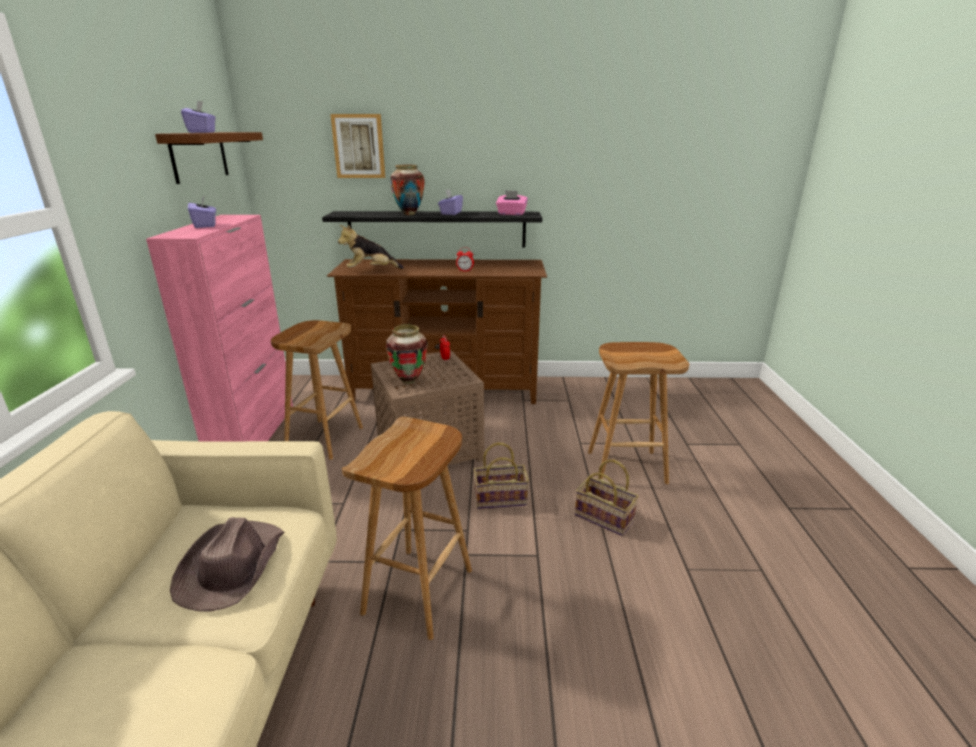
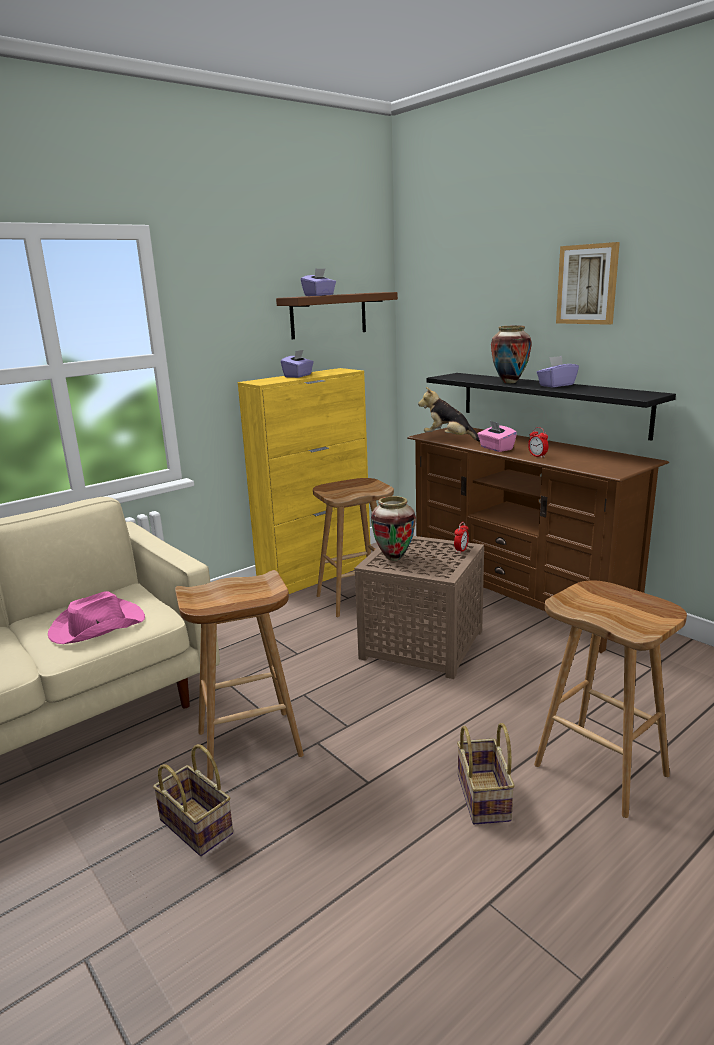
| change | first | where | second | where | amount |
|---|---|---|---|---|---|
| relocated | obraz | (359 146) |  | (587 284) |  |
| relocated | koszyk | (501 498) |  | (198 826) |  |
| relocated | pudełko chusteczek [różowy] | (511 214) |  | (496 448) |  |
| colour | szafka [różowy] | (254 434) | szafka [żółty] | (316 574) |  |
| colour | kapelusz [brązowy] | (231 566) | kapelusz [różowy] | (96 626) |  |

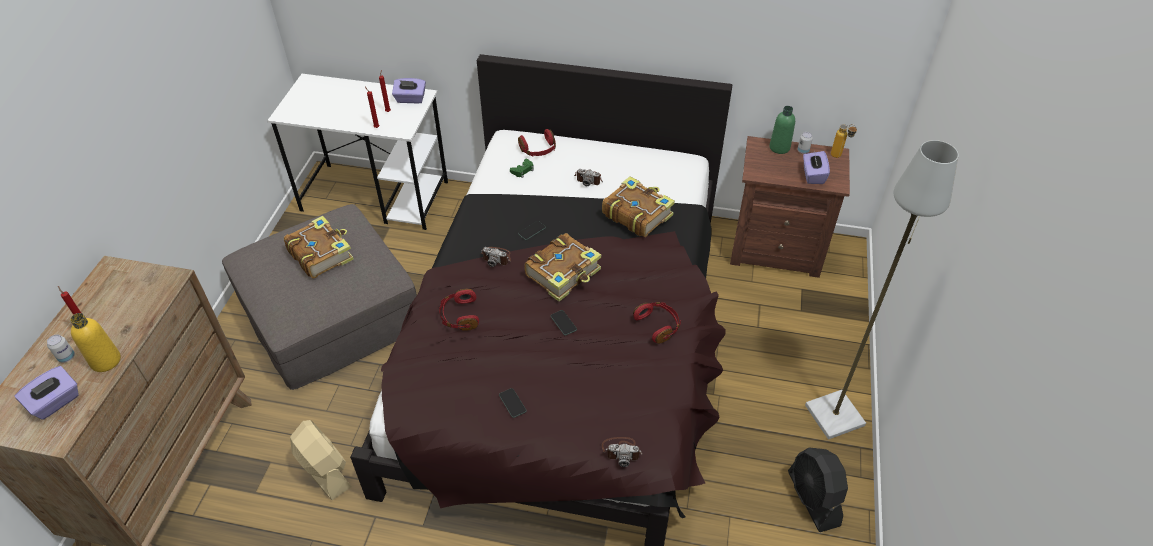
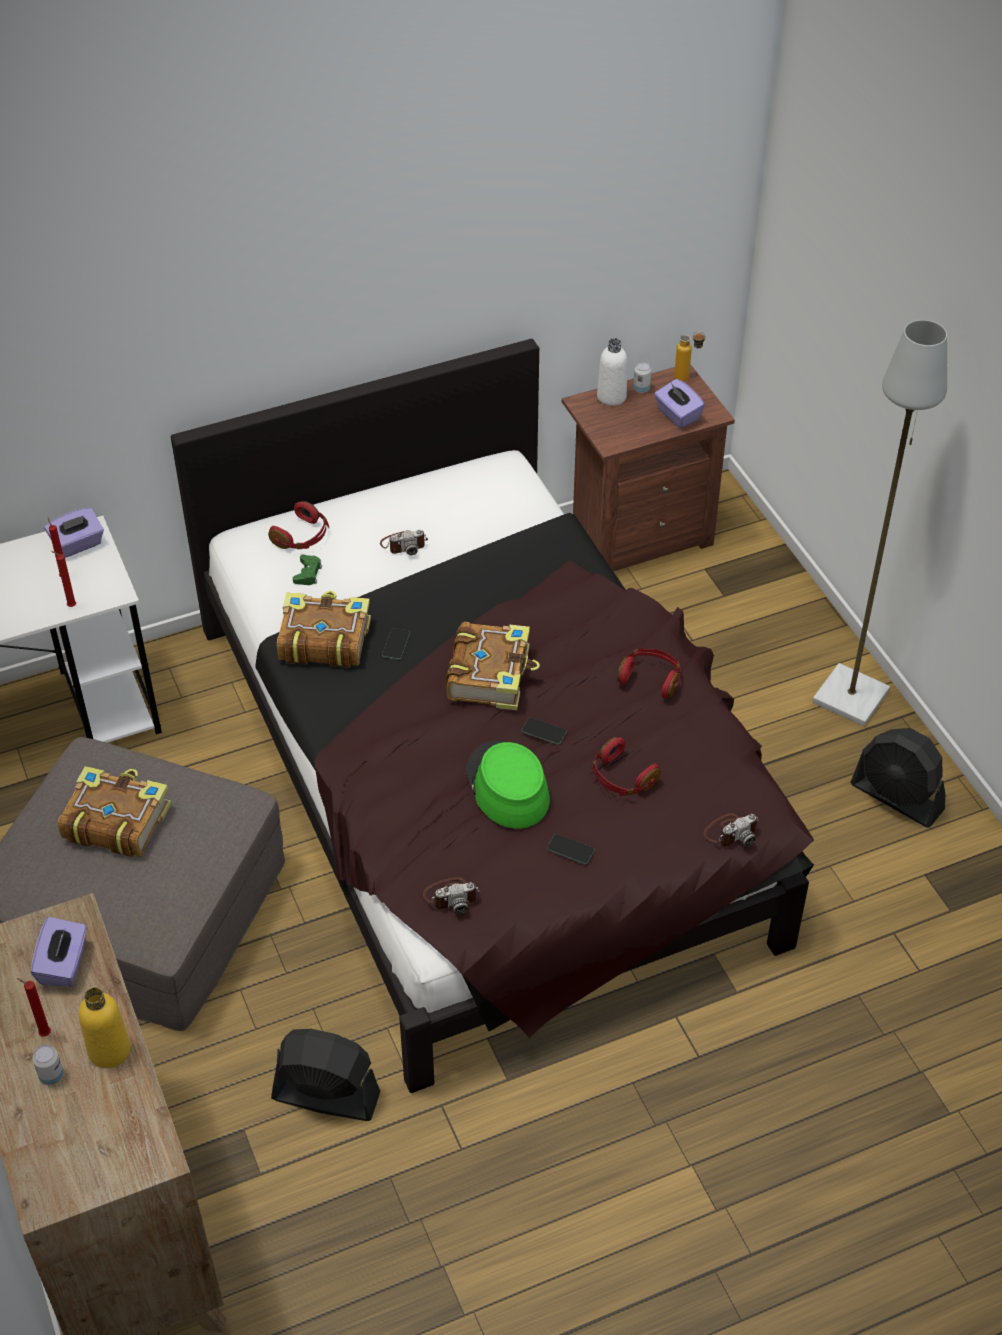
| change | first | where | second | where | amount |
|---|---|---|---|---|---|
| appeared |  |  | kapelusz [zielony] | (507 786) |  |
| relocated | pudełko chusteczek [fioletowy] | (56 402) |  | (64 965) |  |
| relocated | słuchawki [czerwony] | (459 316) |  | (621 778) |  |
| relocated | aparat fotograficzny | (496 257) |  | (451 896) |  |
| relocated | książka | (636 214) |  | (323 640) |  |
| colour | wentylator [beżowy] | (324 470) | wentylator [czarny] | (325 1095) |  |
| colour | butelka [zielony] | (779 147) | butelka [biały] | (611 397) |  |

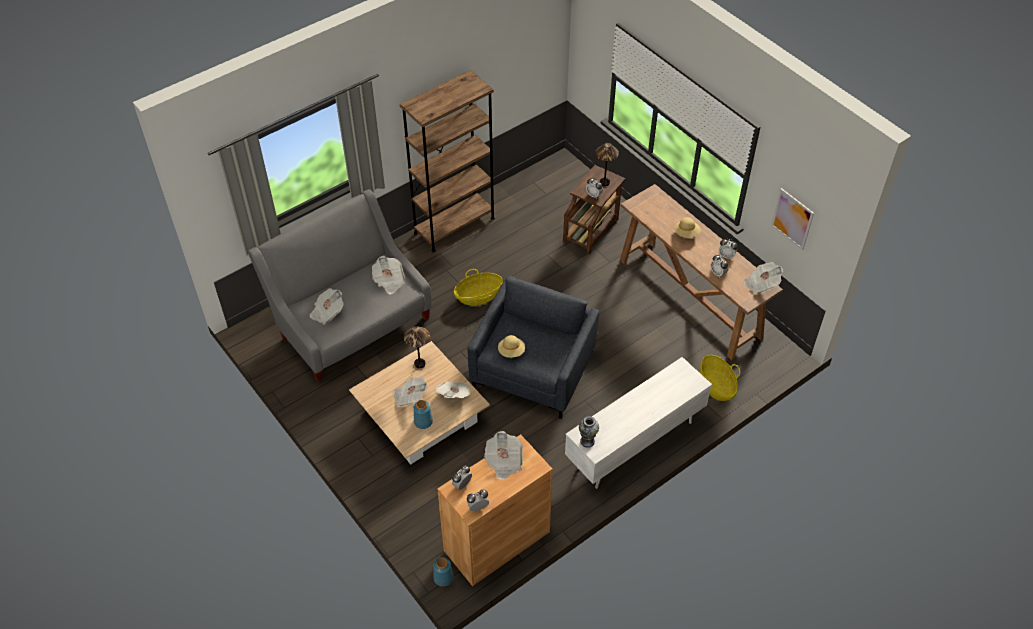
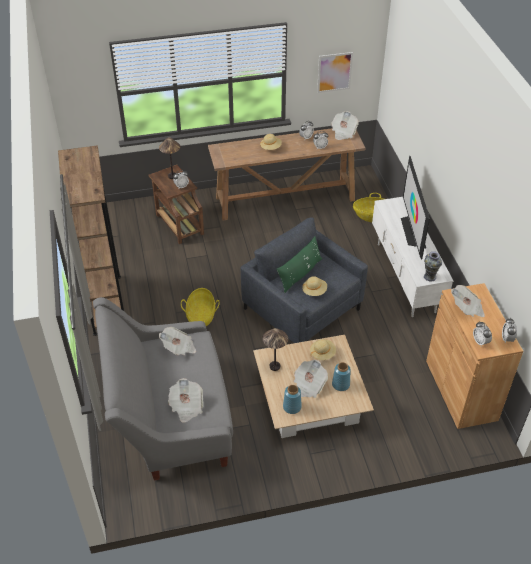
| change | first | where | second | where | amount |
|---|---|---|---|---|---|
| appeared |  |  | poduszka [zielony] | (300 274) |  |
| appeared |  |  | telewizor | (412 231) |  |
| relocated | wazon [niebieski] | (443 578) |  | (292 407) |  |
| exchanged | gazeta | (454 395) | kapelusz [beżowy] | (322 353) |  |

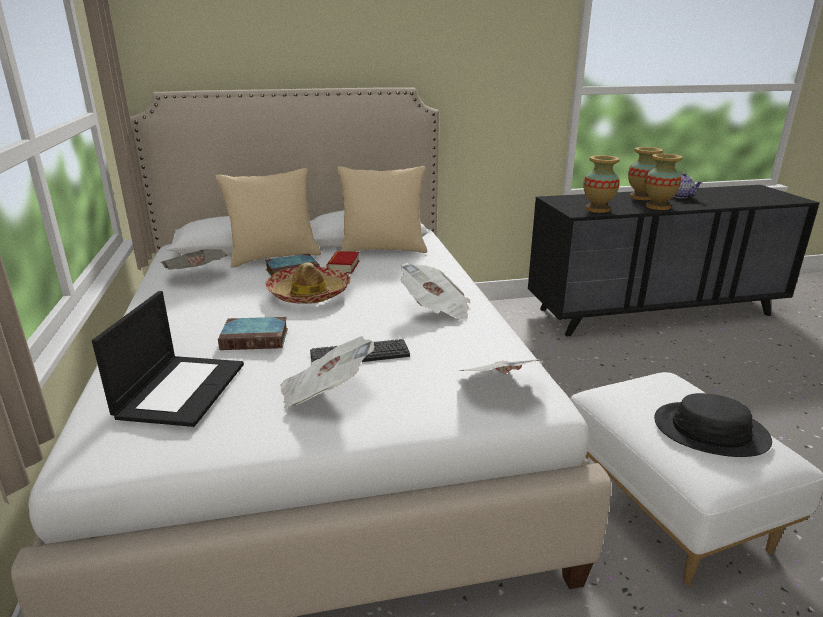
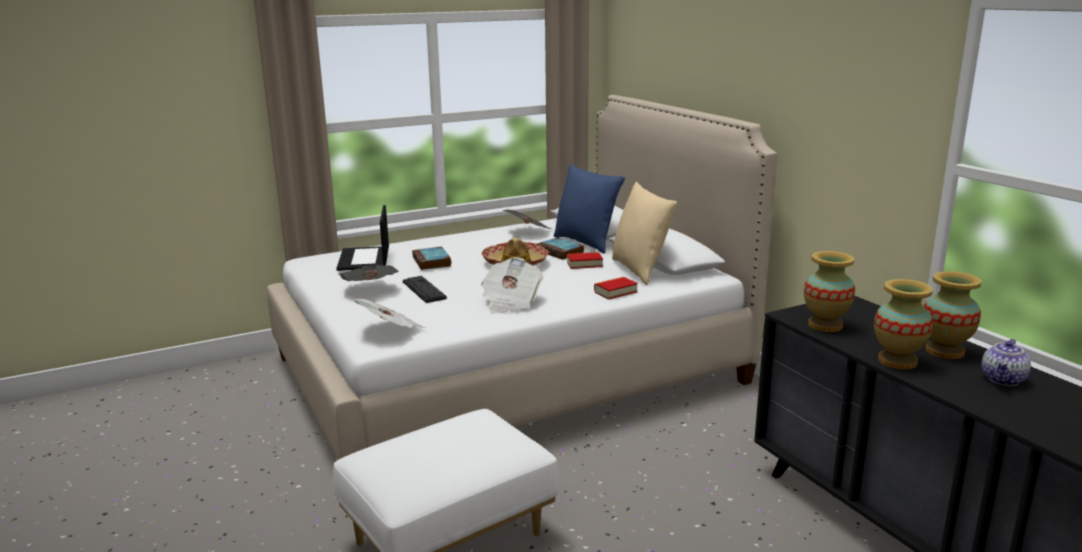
| change | first | where | second | where | amount |
|---|---|---|---|---|---|
| missing | kapelusz [czarny] | (710 431) |  |  |  |
| appeared |  |  | książka | (615 292) |  |
| colour | poduszka [beżowy] | (274 257) | poduszka [niebieski] | (586 243) |  |
| spun | laptop | (181 389) |  | (364 259) | 90 degrees clockwise |

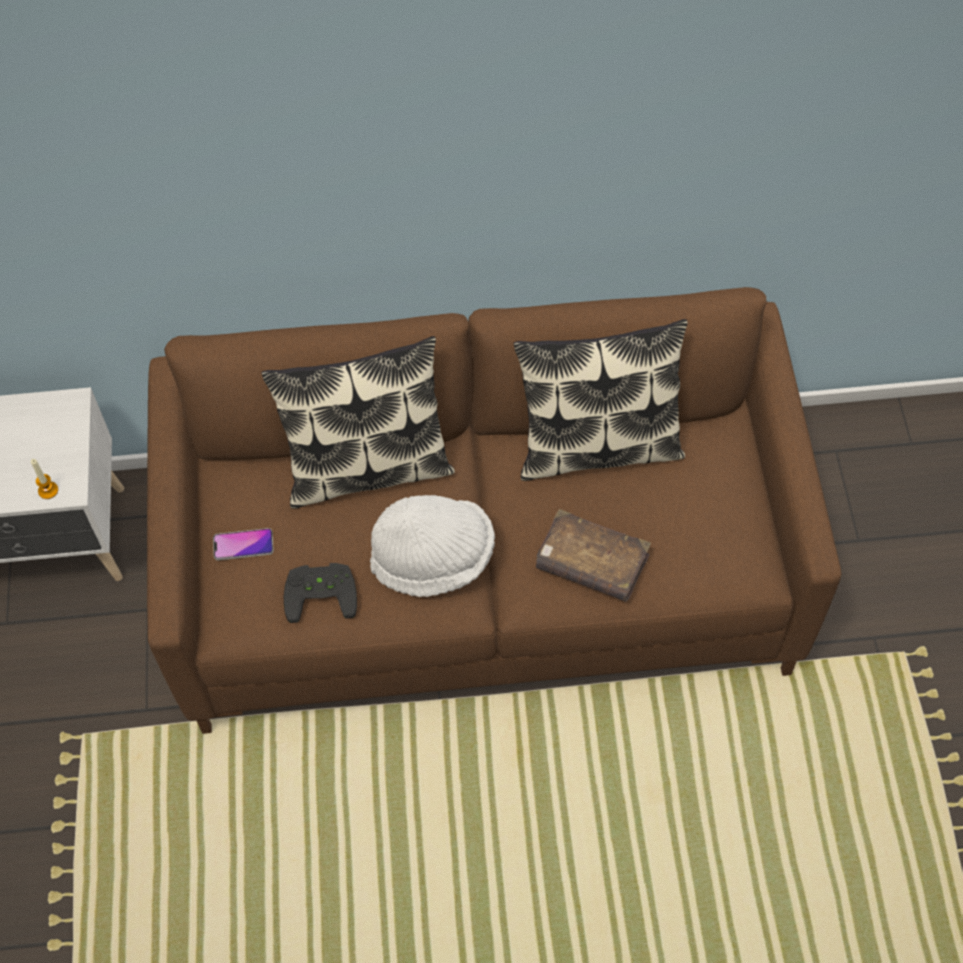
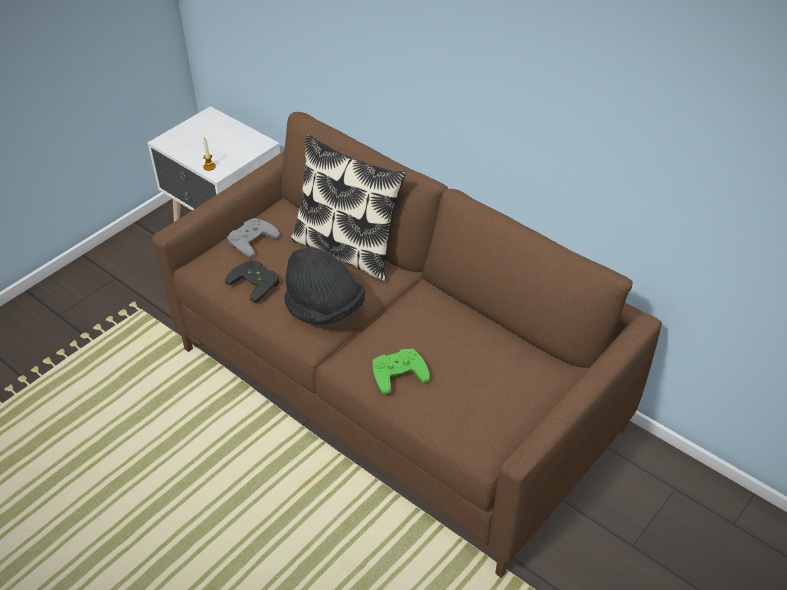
| change | first | where | second | where | amount |
|---|---|---|---|---|---|
| missing | poduszka | (597 445) |  |  |  |
| exchanged | telefon | (243 545) | pad do gier [szary] | (250 239) |  |
| exchanged | książka [brązowy] | (591 563) | pad do gier [zielony] | (398 371) |  |
| colour | kapelusz [biały] | (433 559) | kapelusz [czarny] | (324 308) |  |

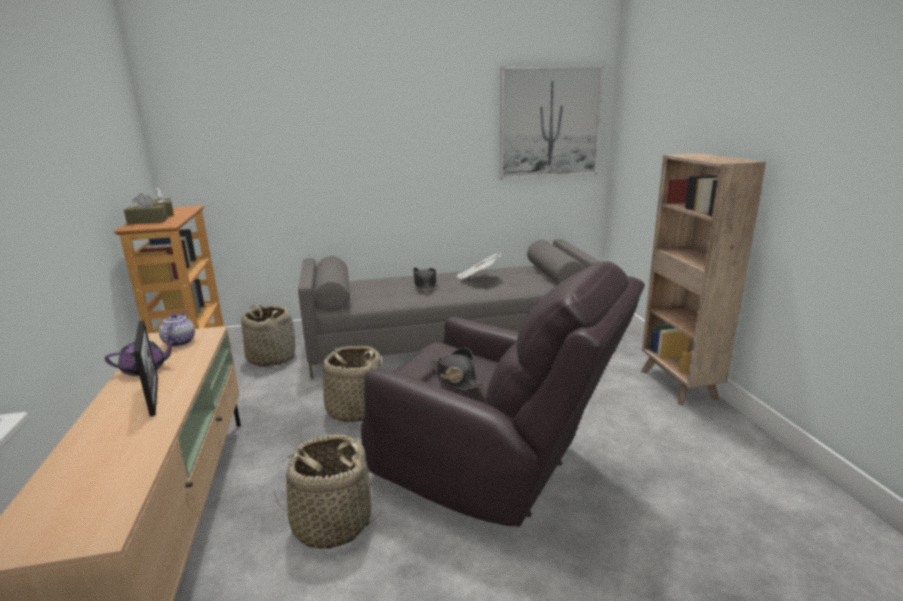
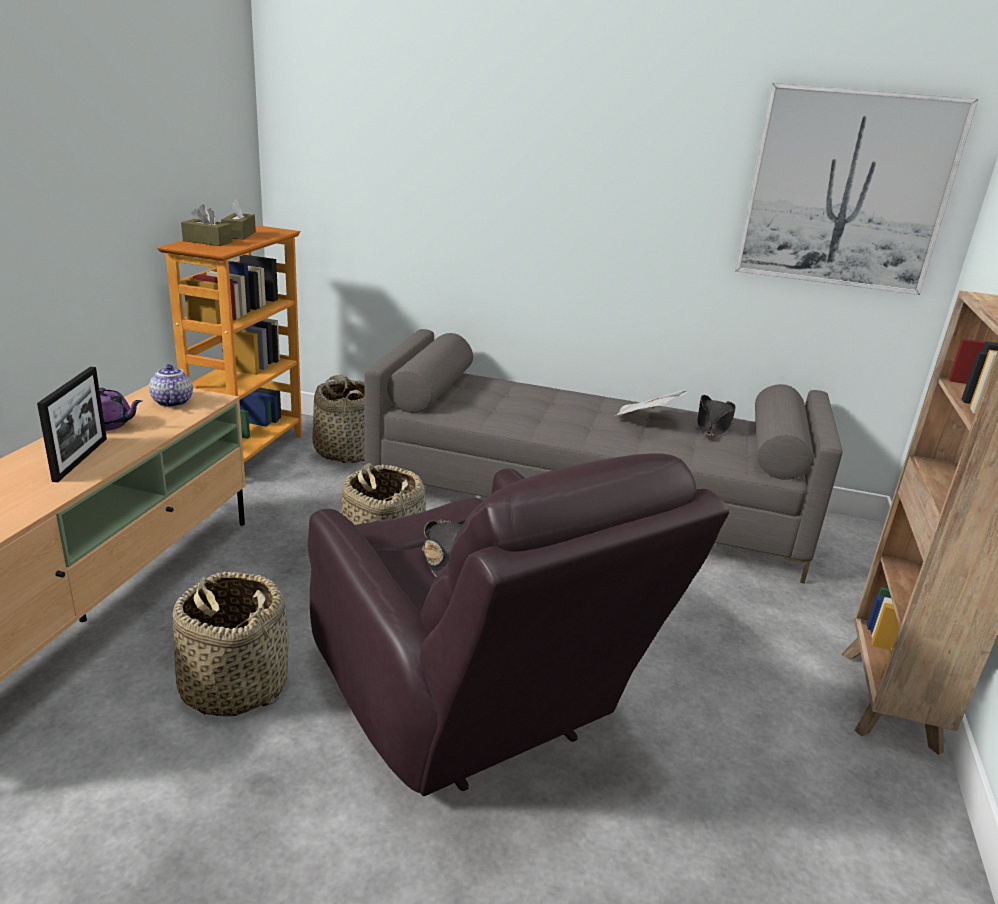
| change | first | where | second | where | amount |
|---|---|---|---|---|---|
| relocated | kapelusz [czarny] | (425 285) |  | (713 425) |  |
| spun | imbryk | (179 342) |  | (172 402) | 45 degrees counterclockwise |

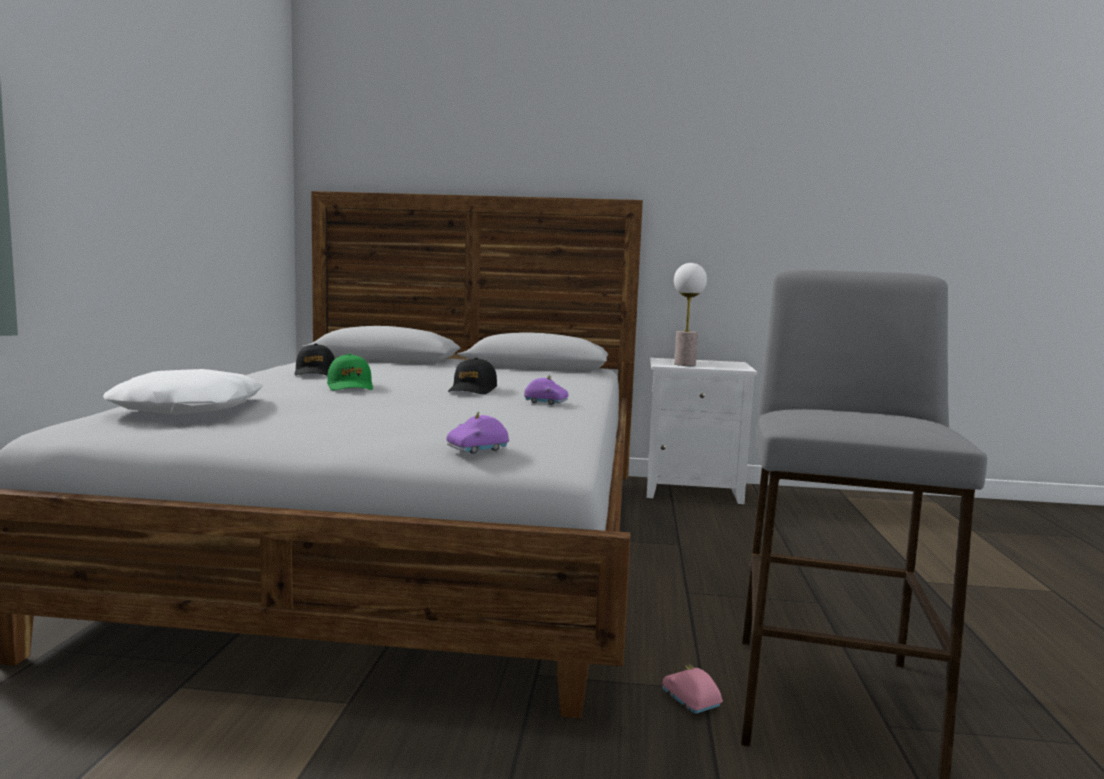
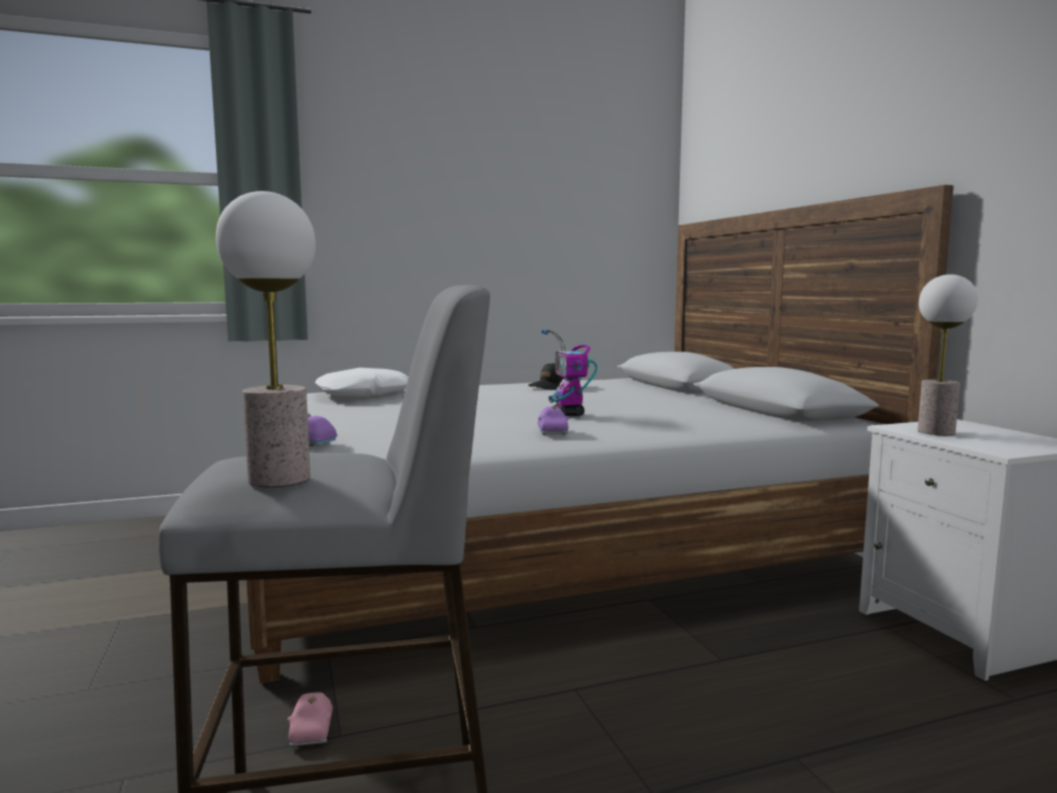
| change | first | where | second | where | amount |
|---|---|---|---|---|---|
| missing | czapka z daszkiem [zielony] | (350 386) |  |  |  |
| appeared |  |  | lampa stołowa | (280 479) |  |
| exchanged | czapka z daszkiem [czarny] | (473 390) | robot zabawkowy | (569 414) |  |
| spun | samochodzik [różowy] | (690 701) |  | (312 731) | 135 degrees clockwise |

